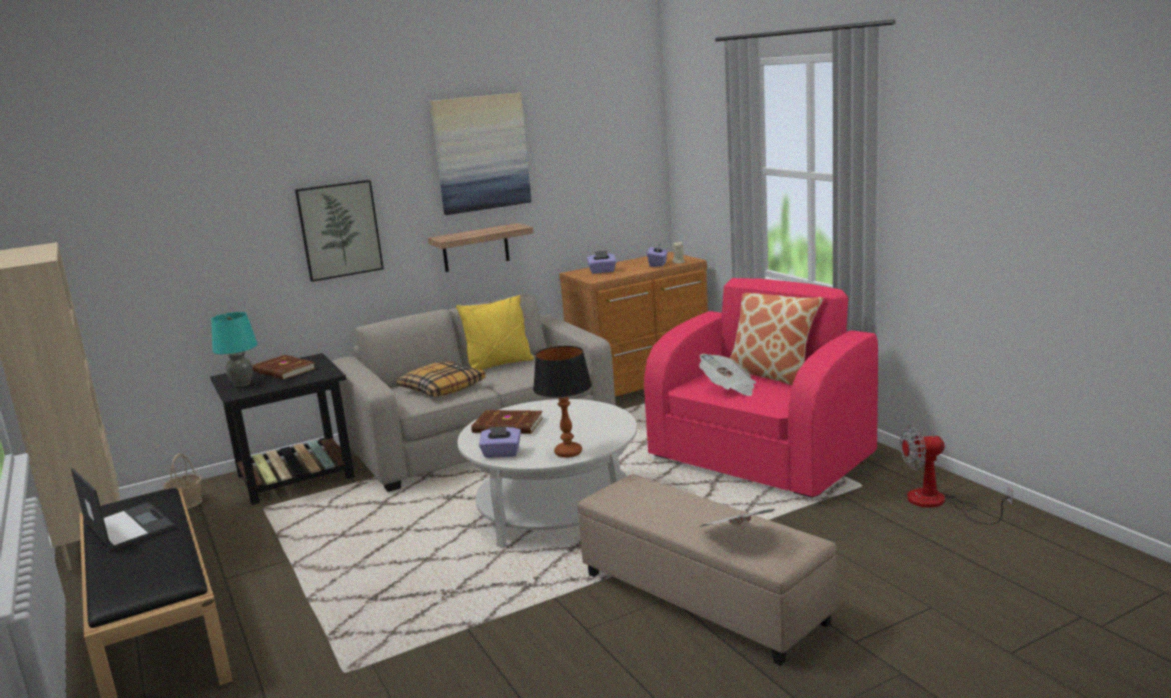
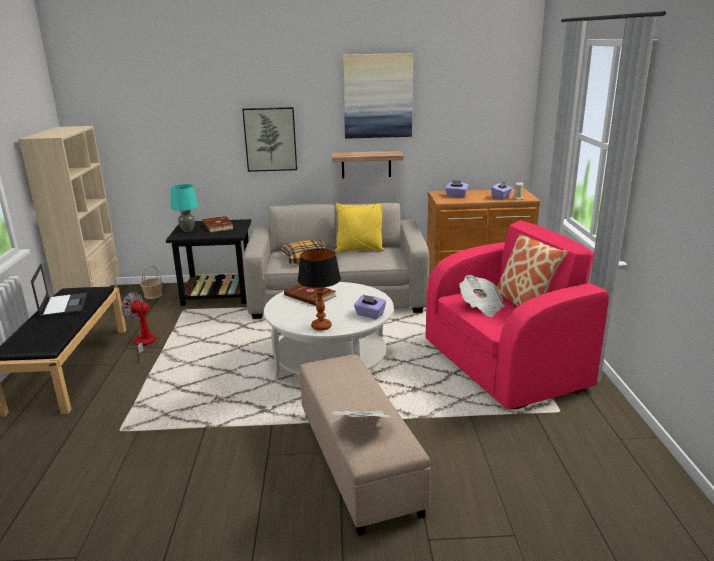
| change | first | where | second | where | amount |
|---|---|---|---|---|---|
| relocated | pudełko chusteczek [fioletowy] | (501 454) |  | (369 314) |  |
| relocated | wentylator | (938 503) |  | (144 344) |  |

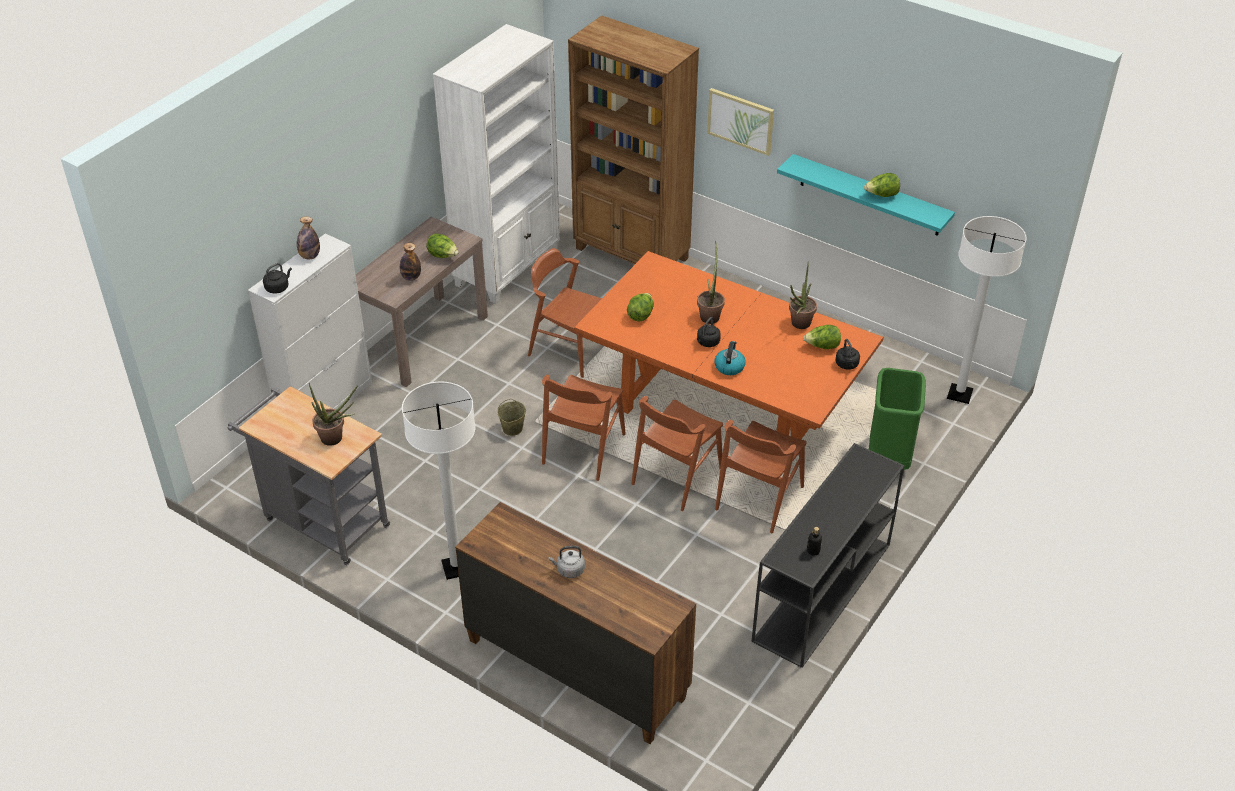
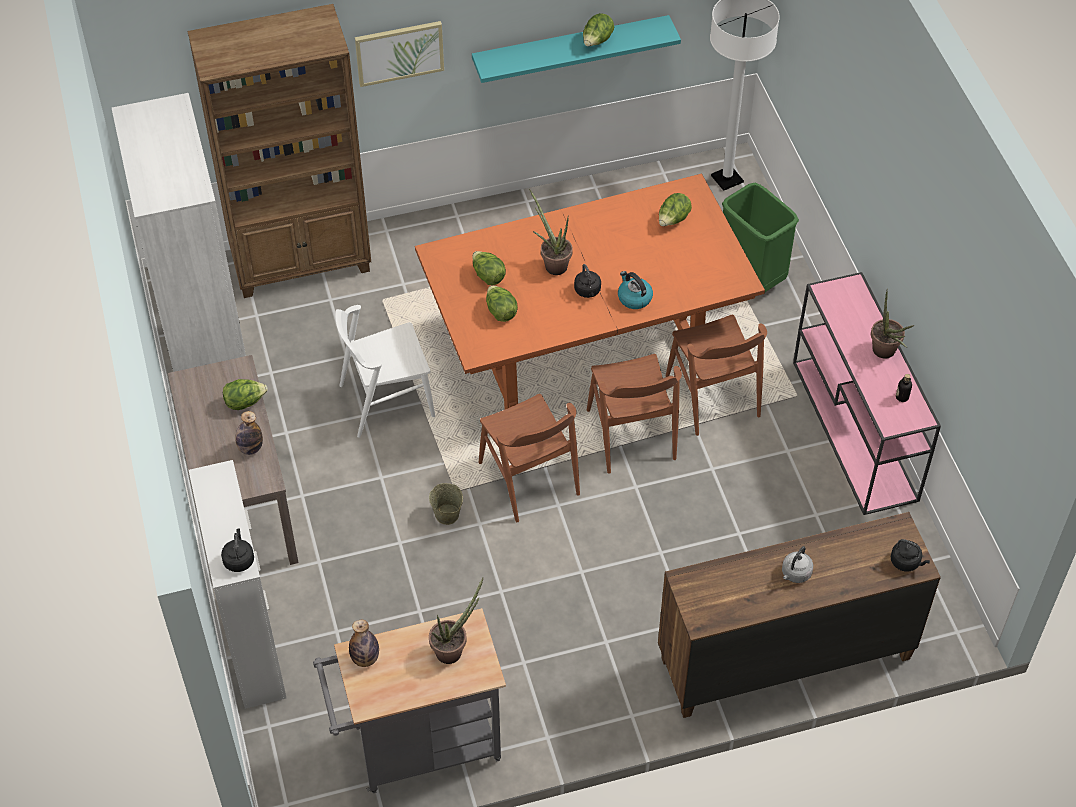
| change | first | where | second | where | amount |
|---|---|---|---|---|---|
| missing | lampa stojąca [biały] | (456 568) |  |  |  |
| appeared |  |  | sałata | (488 276) |  |
| relocated | butelka | (310 256) |  | (365 658) |  |
| relocated | roślina doniczkowa | (798 325) |  | (886 354) |  |
| relocated | czajnik [czarny] | (847 365) |  | (906 562) |  |
| colour | krzesło [brązowy] | (570 350) | krzesło [biały] | (386 400) |  |
| colour | stolik konsolowy [czarny] | (822 593) | stolik konsolowy [różowy] | (855 431) |  |

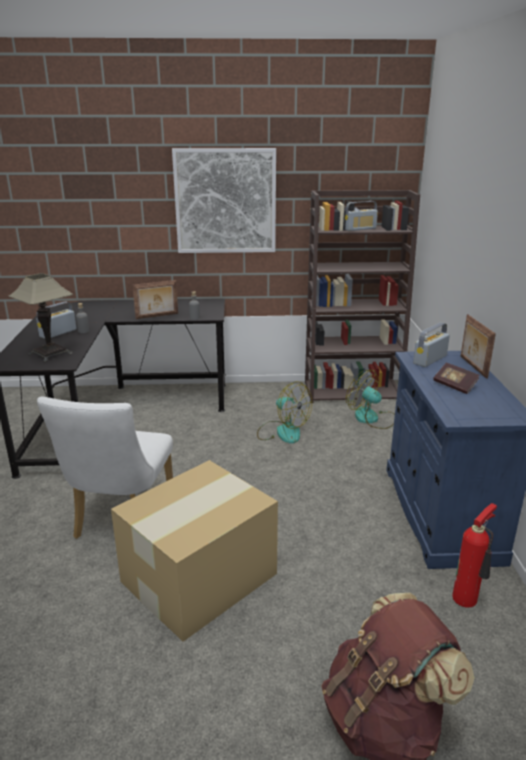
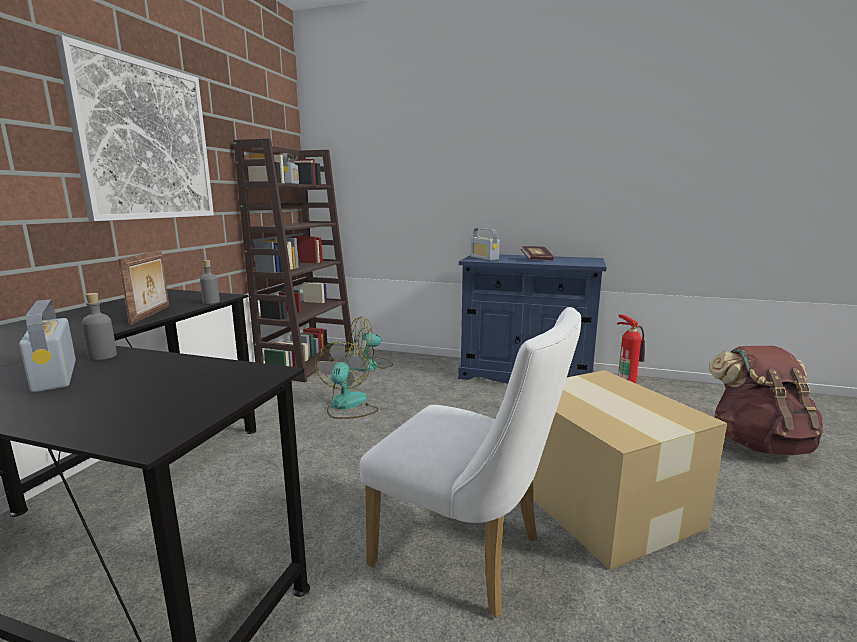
| change | first | where | second | where | amount |
|---|---|---|---|---|---|
| missing | lampa stołowa | (50 353) |  |  |  |
| missing | ramka na zdjęcie | (472 367) |  |  |  |
| spun | wentylator | (282 431) |  | (347 406) | 60 degrees counterclockwise |

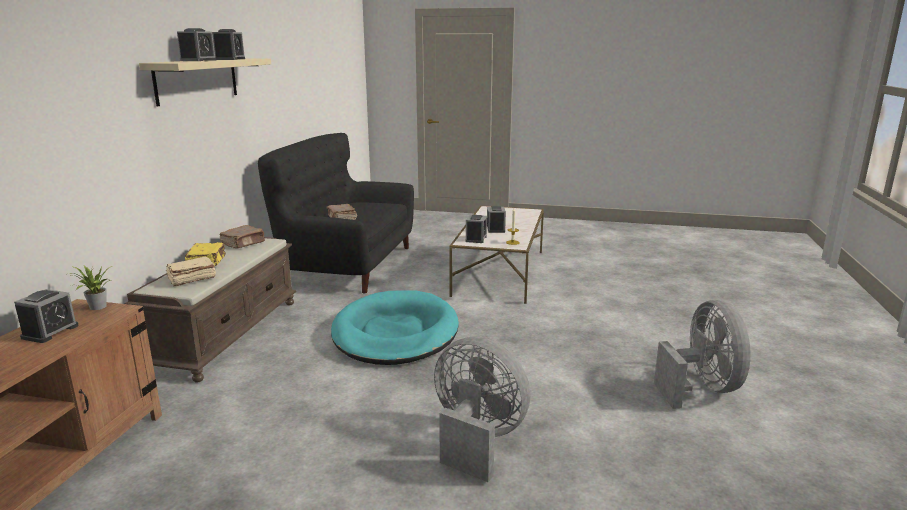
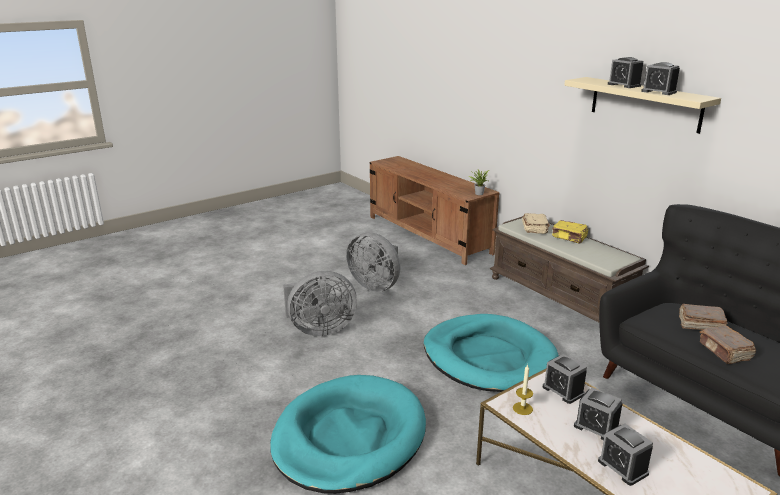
| change | first | where | second | where | amount |
|---|---|---|---|---|---|
| appeared |  |  | legowisko [turkusowy] | (349 437) |  |
| relocated | budzik | (50 332) |  | (623 467) |  |
| relocated | książka [brązowy] | (243 244) |  | (725 352) |  |
| relocated | wentylator [szary] | (701 388) |  | (376 286) |  |

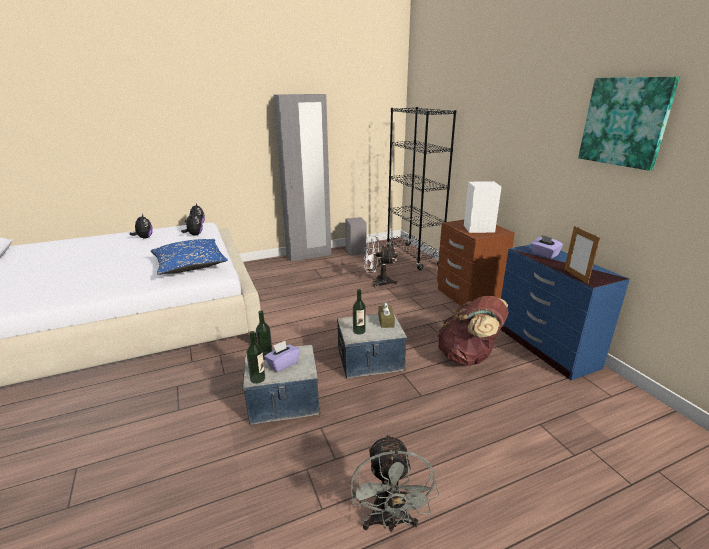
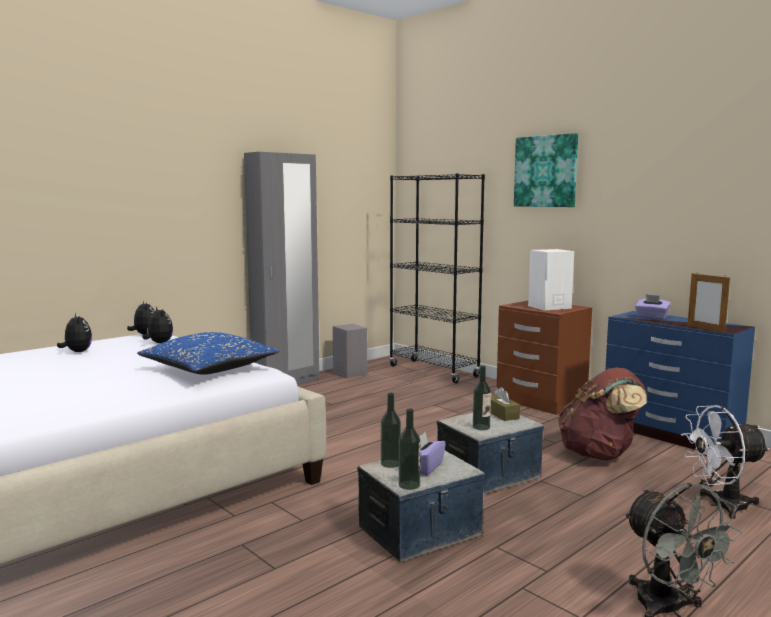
| change | first | where | second | where | amount |
|---|---|---|---|---|---|
| relocated | wentylator [biały] | (378 282) |  | (720 505) |  |
| relocated | obraz | (625 122) |  | (546 171) |  |

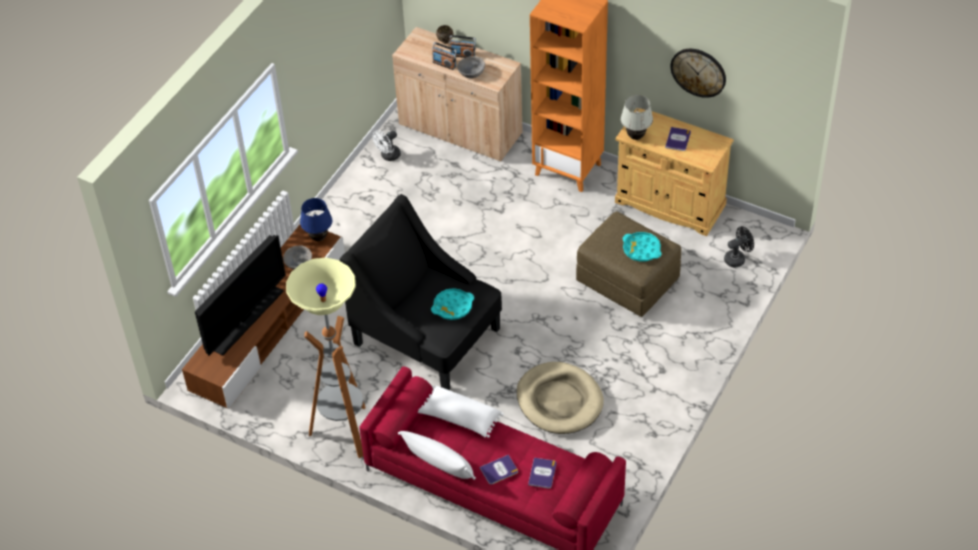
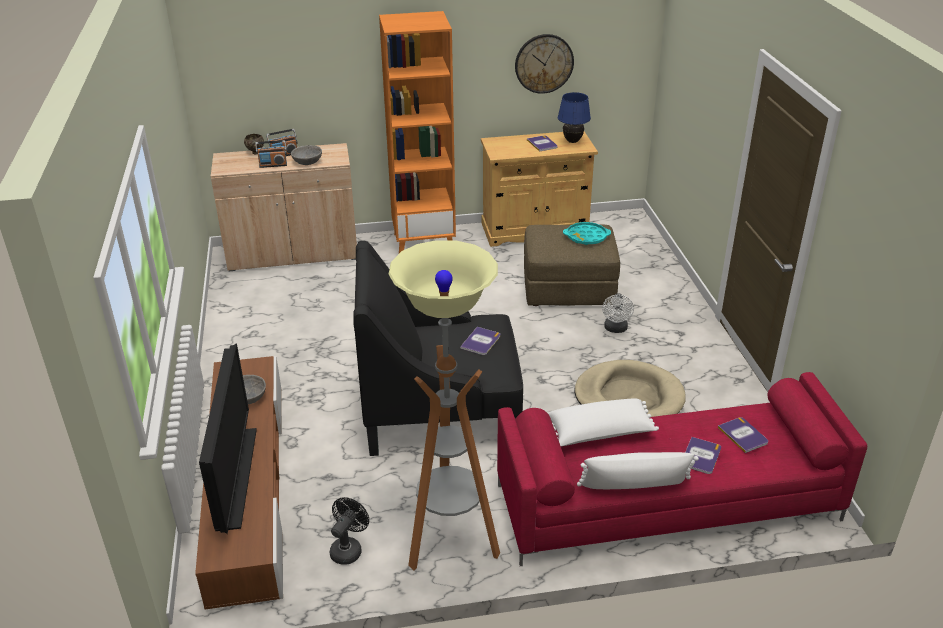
| change | first | where | second | where | amount |
|---|---|---|---|---|---|
| missing | lampa stołowa [biały] | (635 136) |  |  |  |
| relocated | lampa stołowa [niebieski] | (319 238) |  | (572 141) |  |
| relocated | wentylator [biały] | (388 156) |  | (616 329) |  |
| relocated | wentylator [czarny] | (737 258) |  | (348 549) |  |
| exchanged | taca [turkusowy] | (452 307) | książka | (481 341) |  |

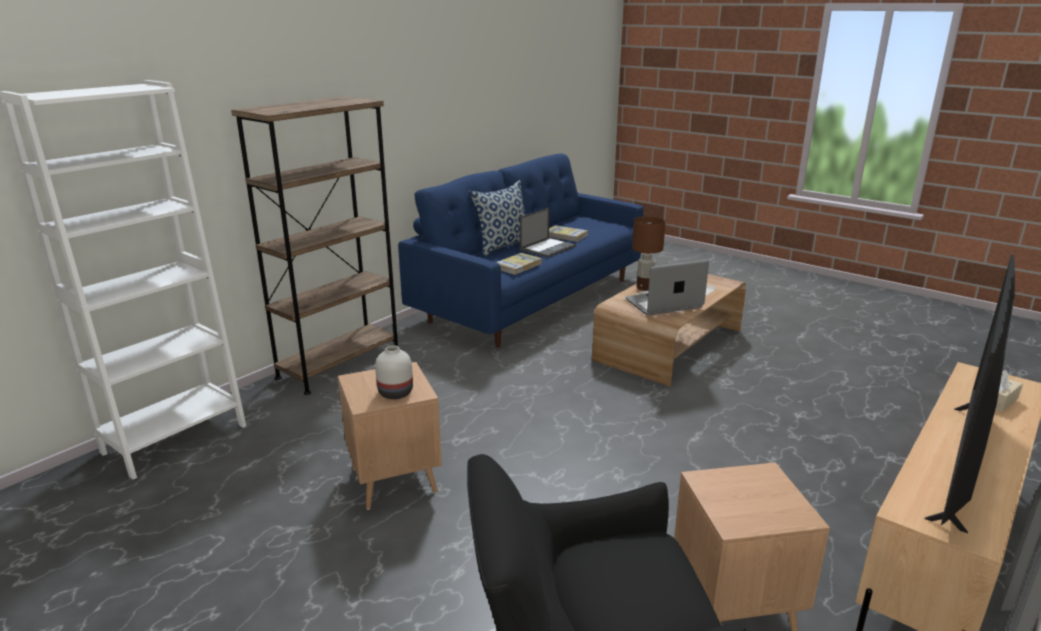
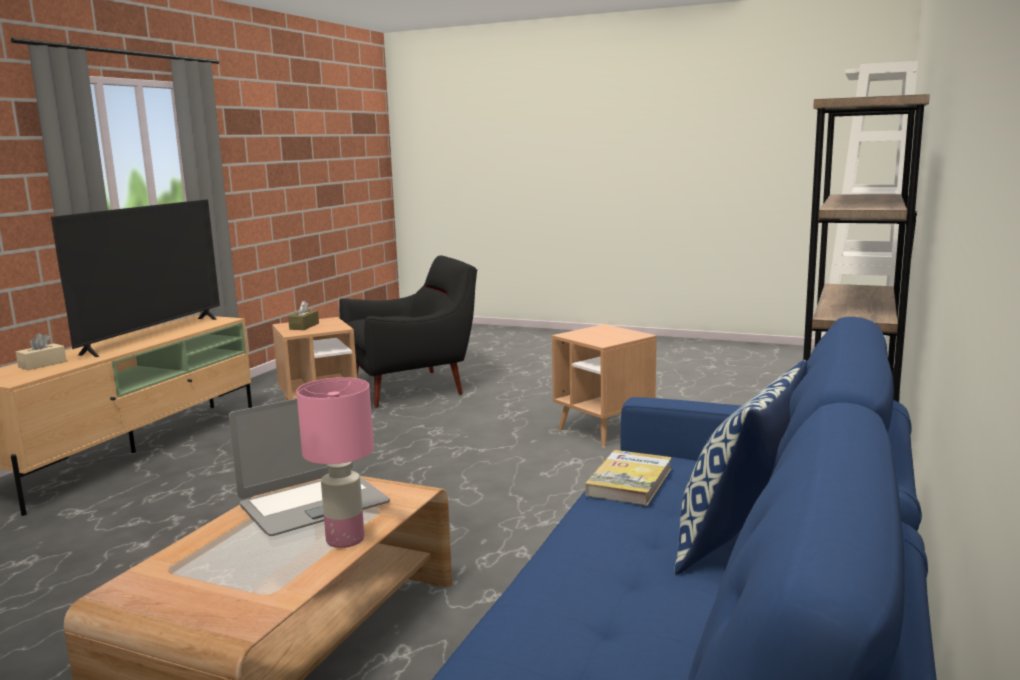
| change | first | where | second | where | amount |
|---|---|---|---|---|---|
| missing | wazon [biały] | (395 392) |  |  |  |
| missing | laptop | (548 248) |  |  |  |
| missing | książka | (566 235) |  |  |  |
| appeared |  |  | pudełko chusteczek [brązowy] | (304 326) |  |
| colour | lampa stołowa [brązowy] | (644 288) | lampa stołowa [różowy] | (345 539) |  |

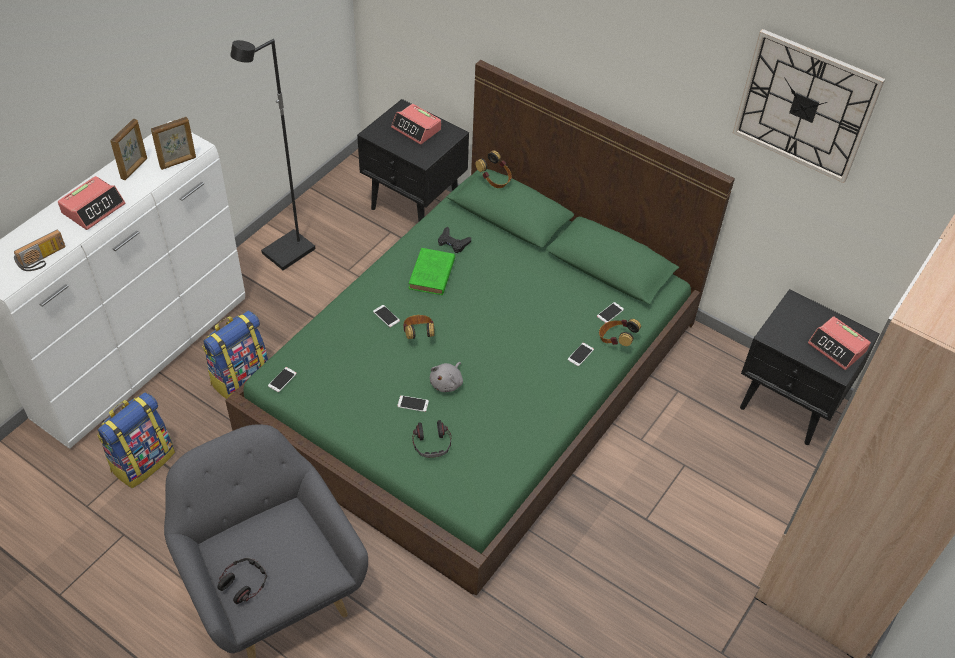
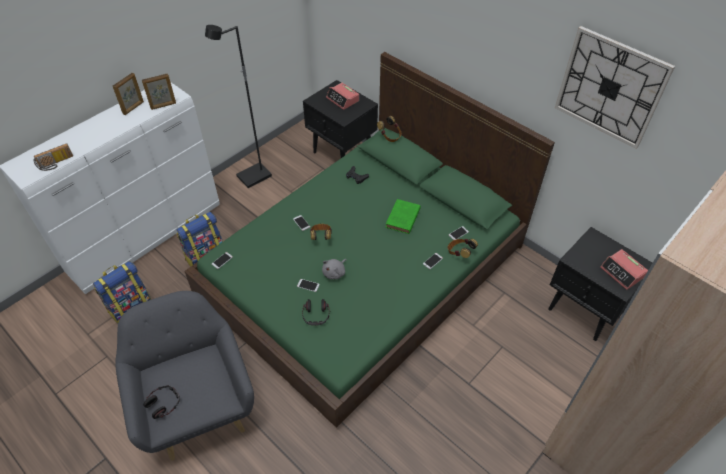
| change | first | where | second | where | amount |
|---|---|---|---|---|---|
| missing | budzik | (93 208) |  |  |  |
| relocated | książka [zielony] | (431 275) |  | (402 219) |  |

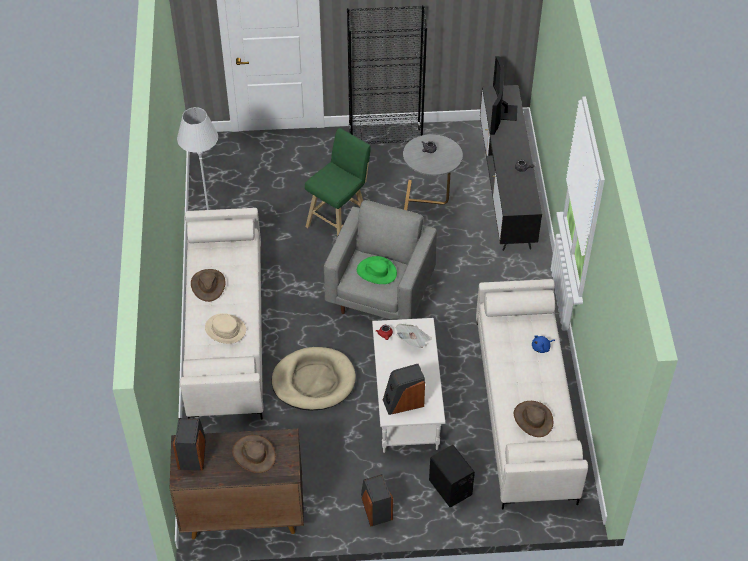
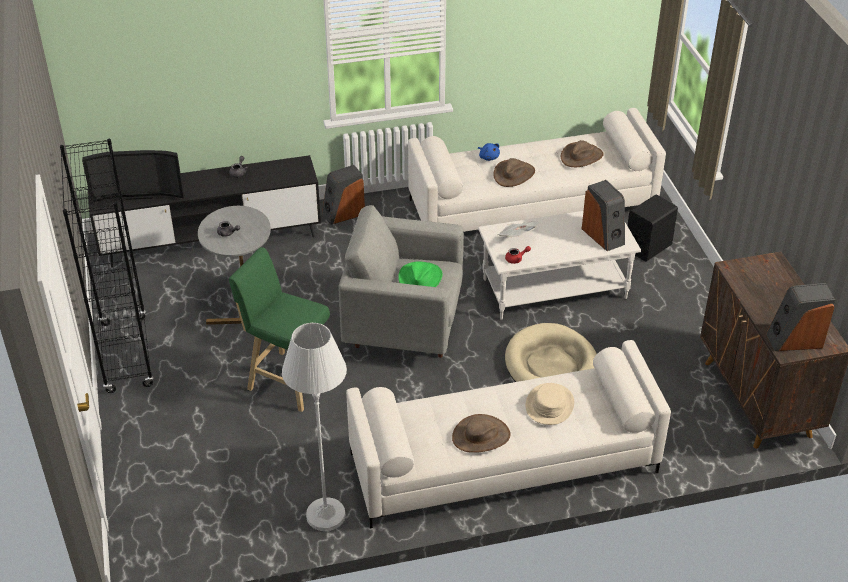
| change | first | where | second | where | amount |
|---|---|---|---|---|---|
| relocated | kapelusz [brązowy] | (254 454) |  | (514 174) |  |
| relocated | głośnik | (375 508) |  | (343 213) |  |

